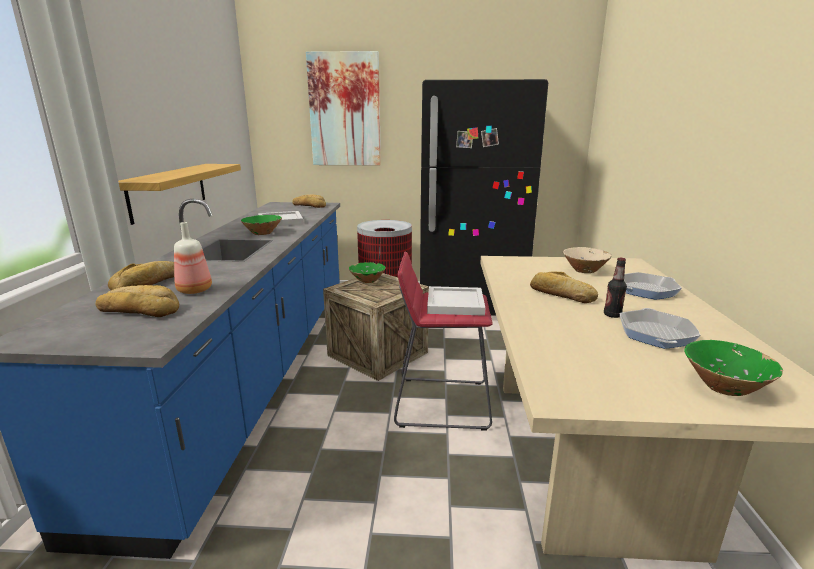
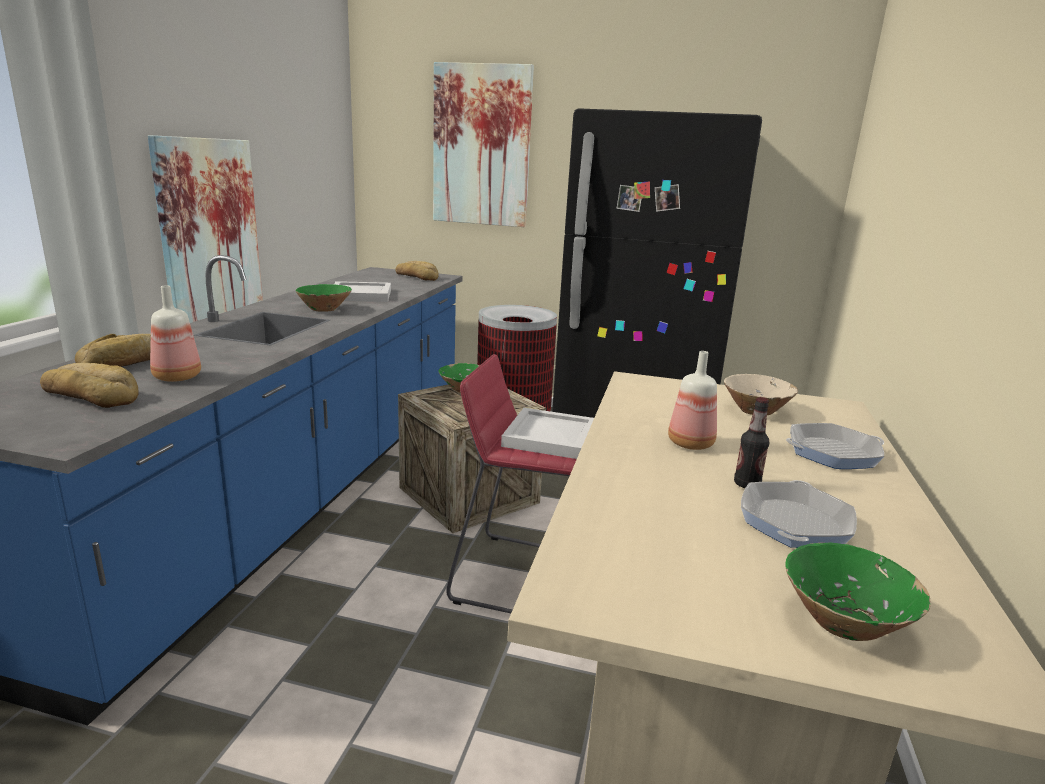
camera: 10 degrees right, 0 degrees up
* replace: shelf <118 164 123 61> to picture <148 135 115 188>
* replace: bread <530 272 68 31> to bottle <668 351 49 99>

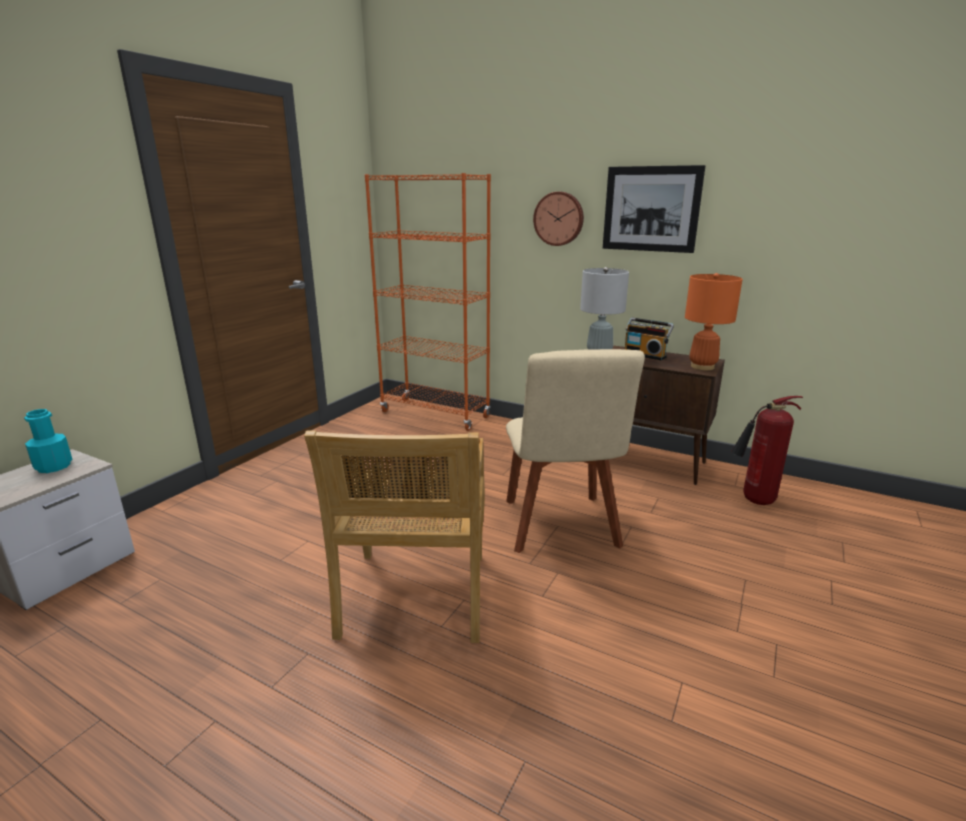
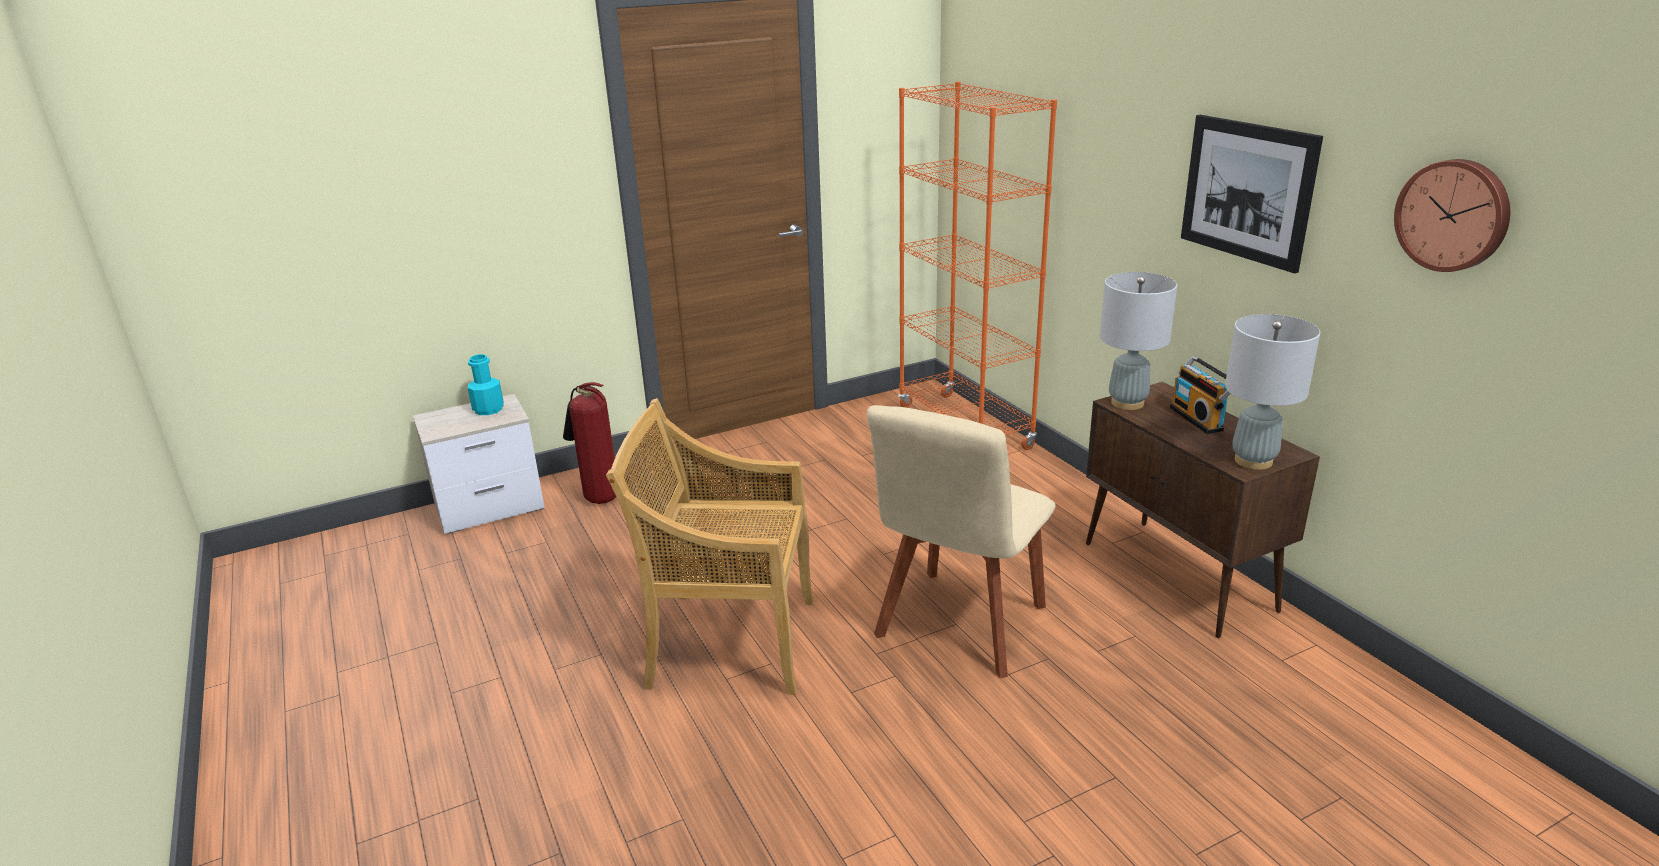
camera: 35 degrees right, 5 degrees up
* move: wall clock <533 192 51 54> to <1394 159 116 113>
* recolor: orange table lamp <685 273 58 97> to grey table lamp <1225 314 95 156>
* move: fire extinguisher <731 396 72 109> to <563 382 53 122>
* rotate: beige chair <304 430 181 213> = <606 398 208 297> 60 degrees clockwise

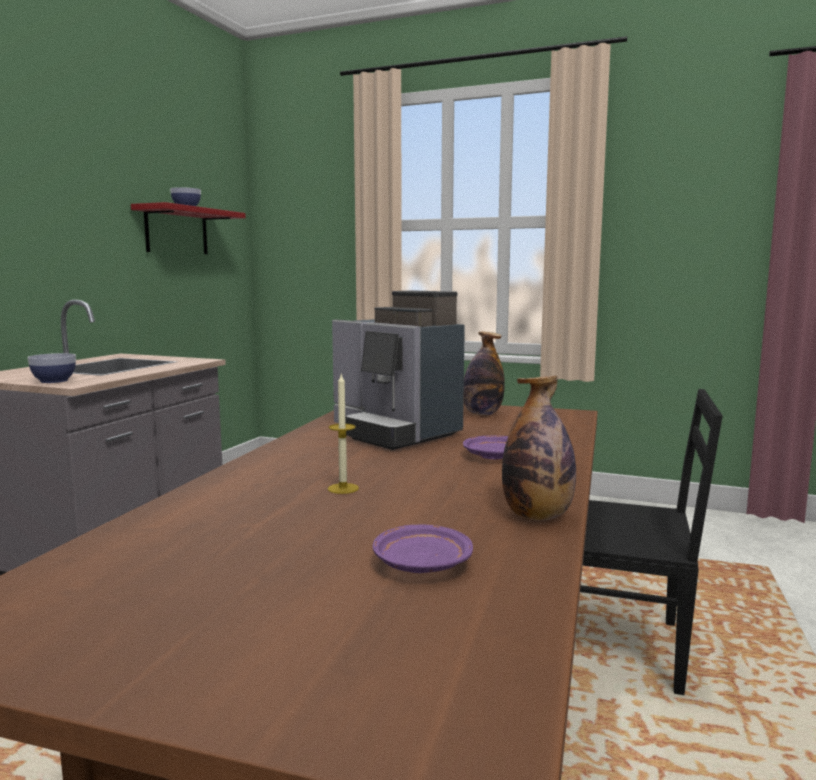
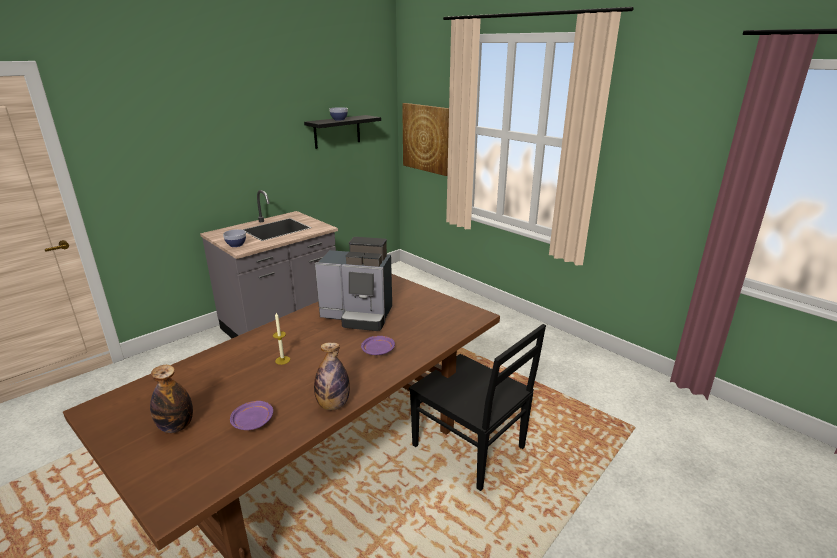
camera: 25 degrees right, 15 degrees up
* recolor: red shelf <131 202 115 52> to black shelf <304 115 77 34>
* rotate: coffee machine <332 291 133 159> = <315 237 77 94> 60 degrees counterclockwise
* move: bottle <463 332 42 83> to <150 365 43 68>
* insert: picture <402 103 47 73>

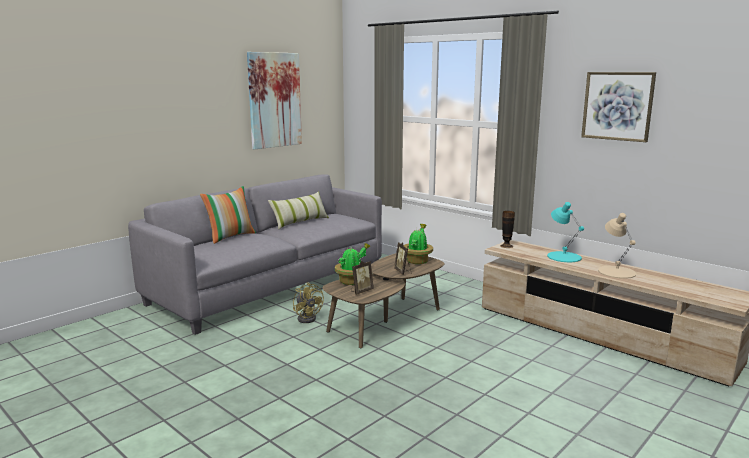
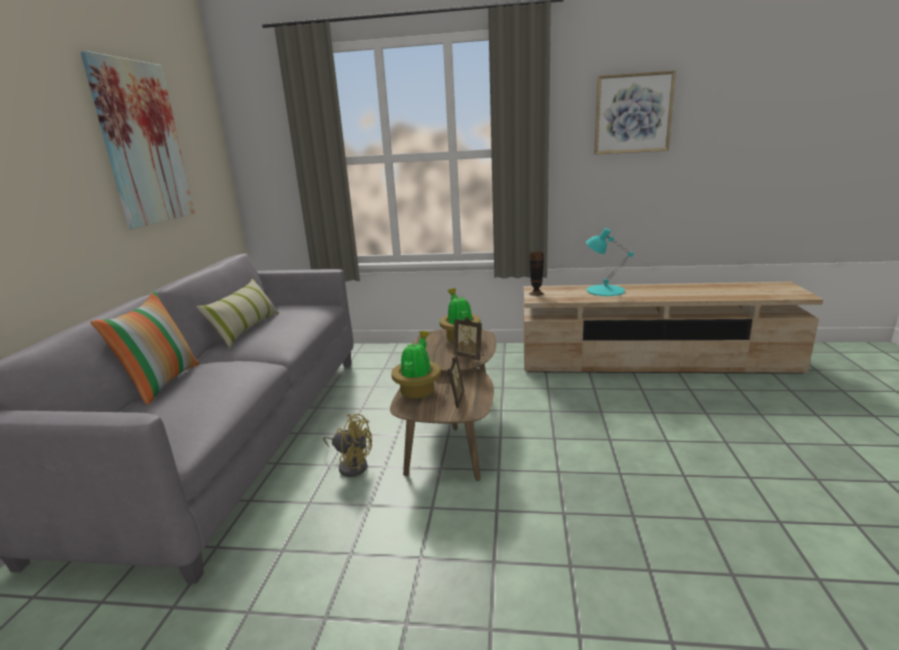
camera: 35 degrees left, 5 degrees up
* delete: beige table lamp <598 213 38 66>

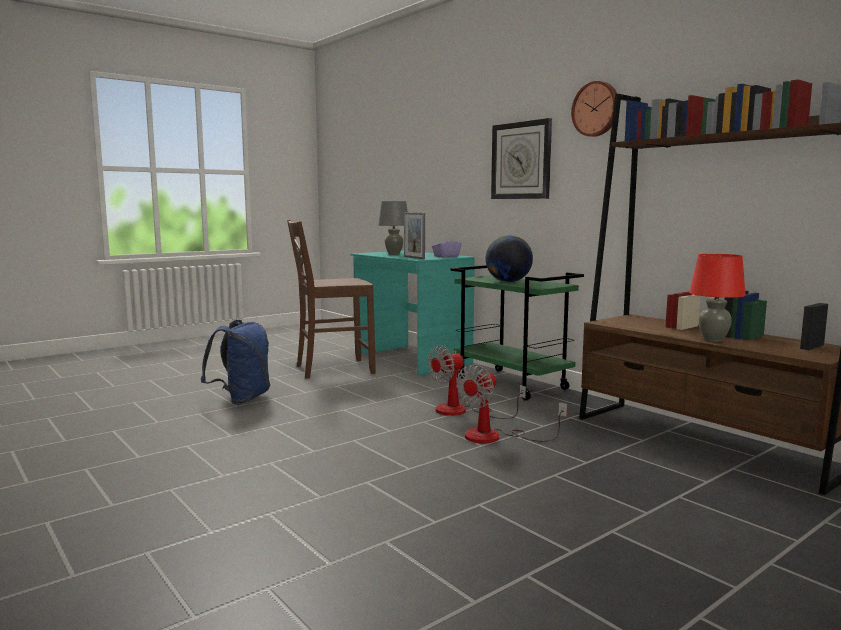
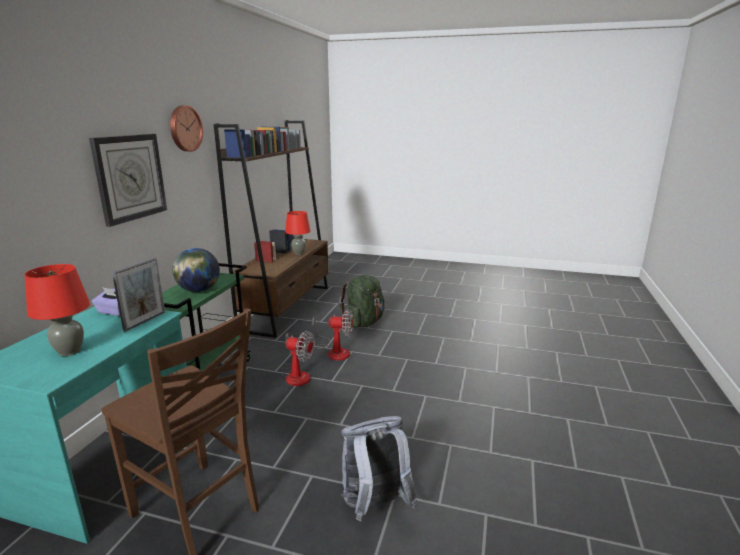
camera: 125 degrees left, 10 degrees up
* recolor: grey table lamp <378 201 30 54> to red table lamp <24 264 66 92>
* recolor: blue backpack <201 320 69 84> to grey backpack <341 416 77 105>
* insert: green backpack <340 275 44 53>

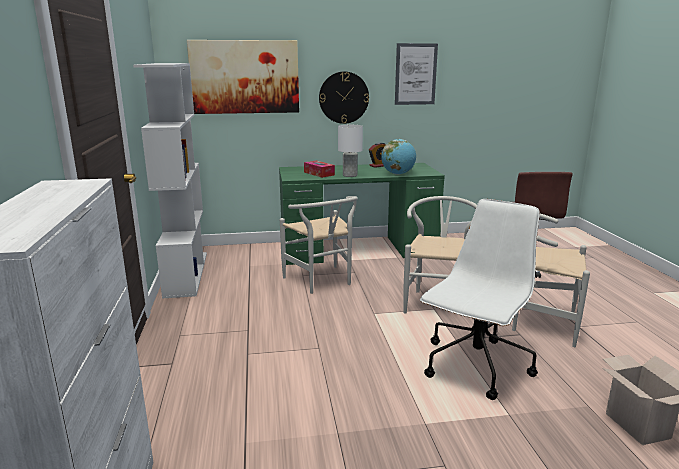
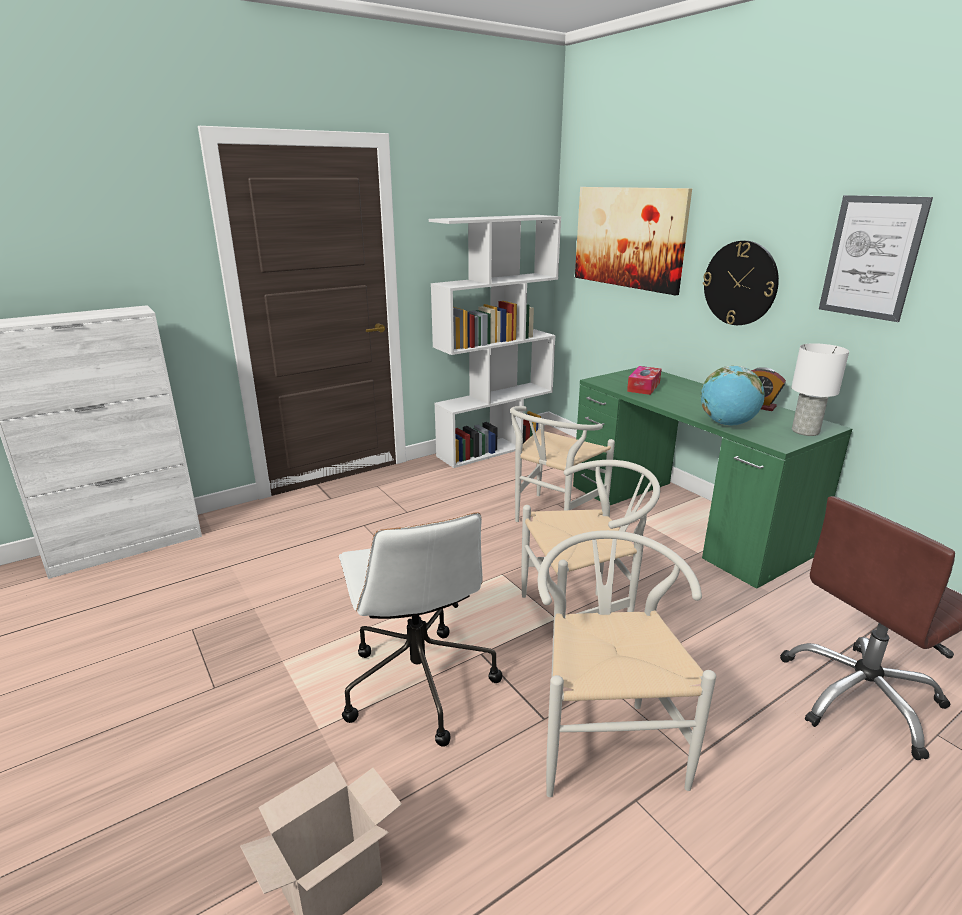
camera: 65 degrees right, 5 degrees up
* move: white table lamp <338 125 25 52> to <791 343 58 93>
* rotate: white office chair <420 199 120 201> = <339 512 163 235> 60 degrees clockwise

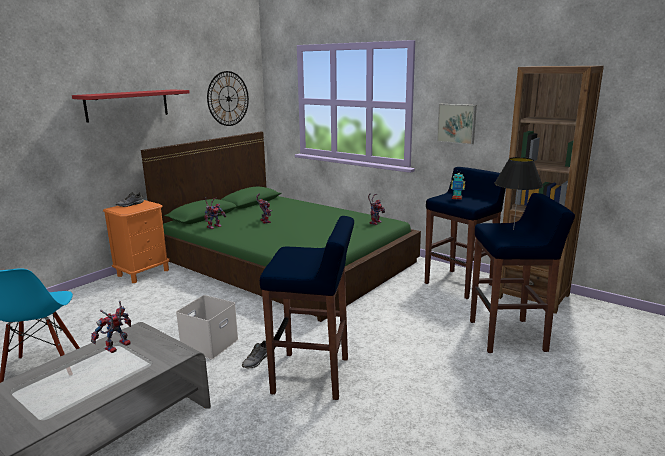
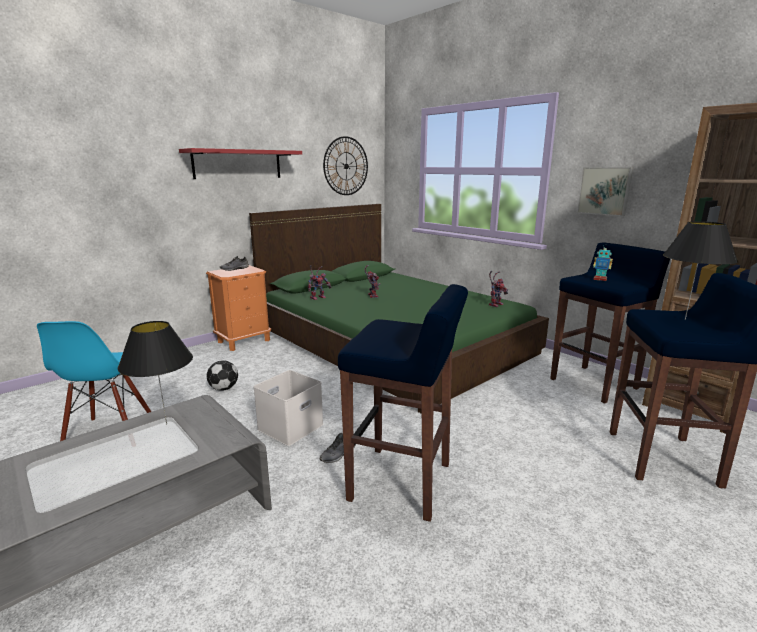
camera: 10 degrees right, 0 degrees up
* replace: toy robot <91 301 40 52> to black table lamp <118 321 75 104>
* insert: football <207 360 31 31>

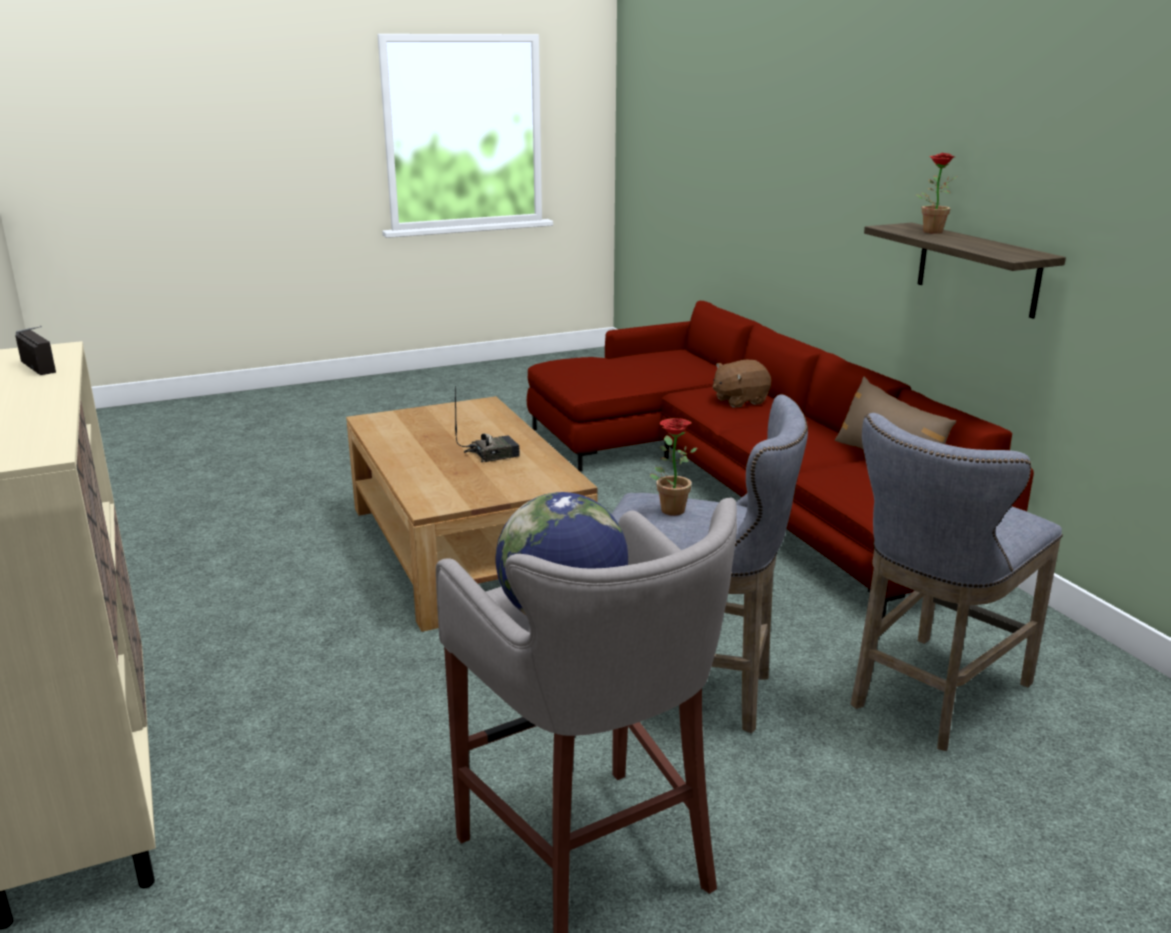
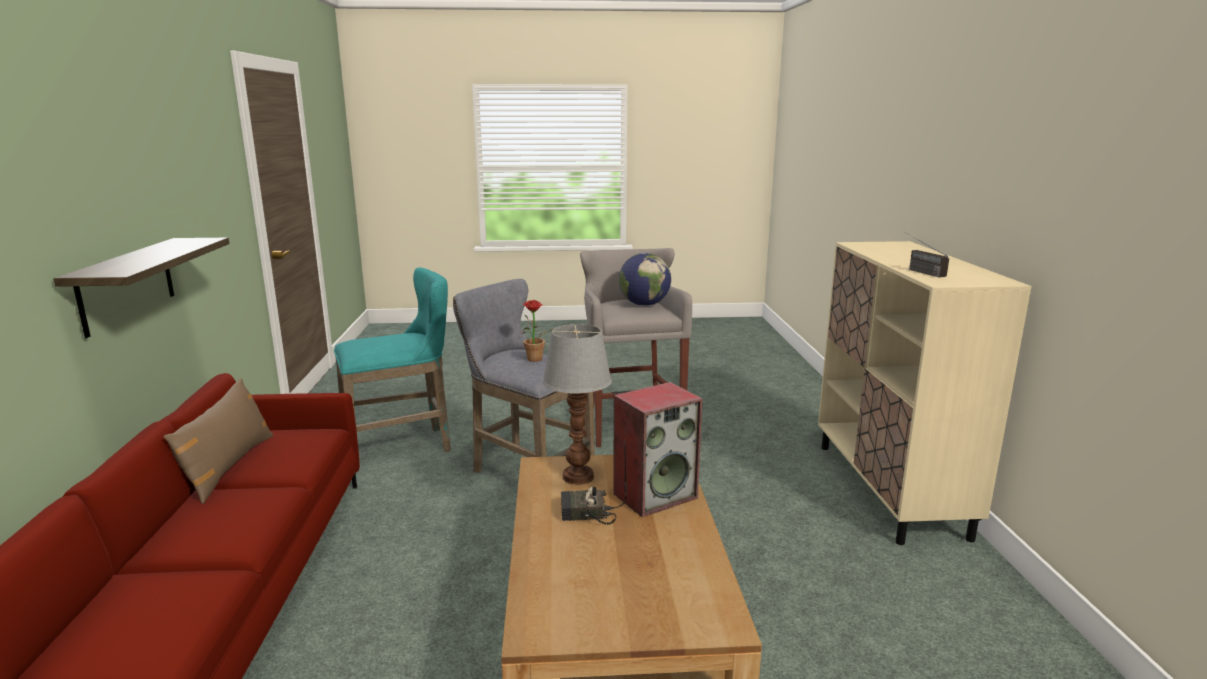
camera: 160 degrees left, 5 degrees down
* delete: potted plant <916 153 41 81>
* delete: brown plush toy <713 360 58 47>
* recolor: grey stool <850 413 213 338> to turquoise stool <334 267 117 204>
* insert: table lamp <542 324 70 161>
* insert: speaker <613 382 90 135>

